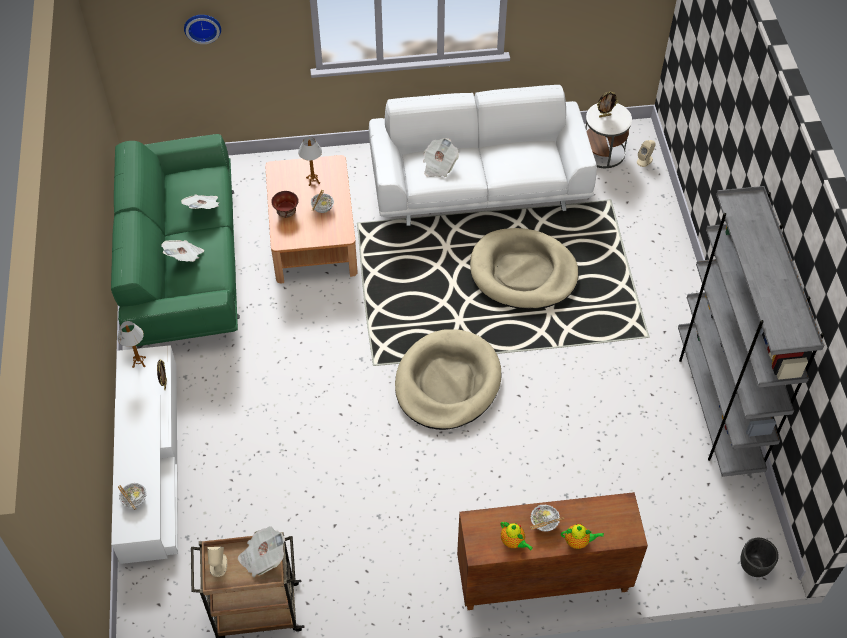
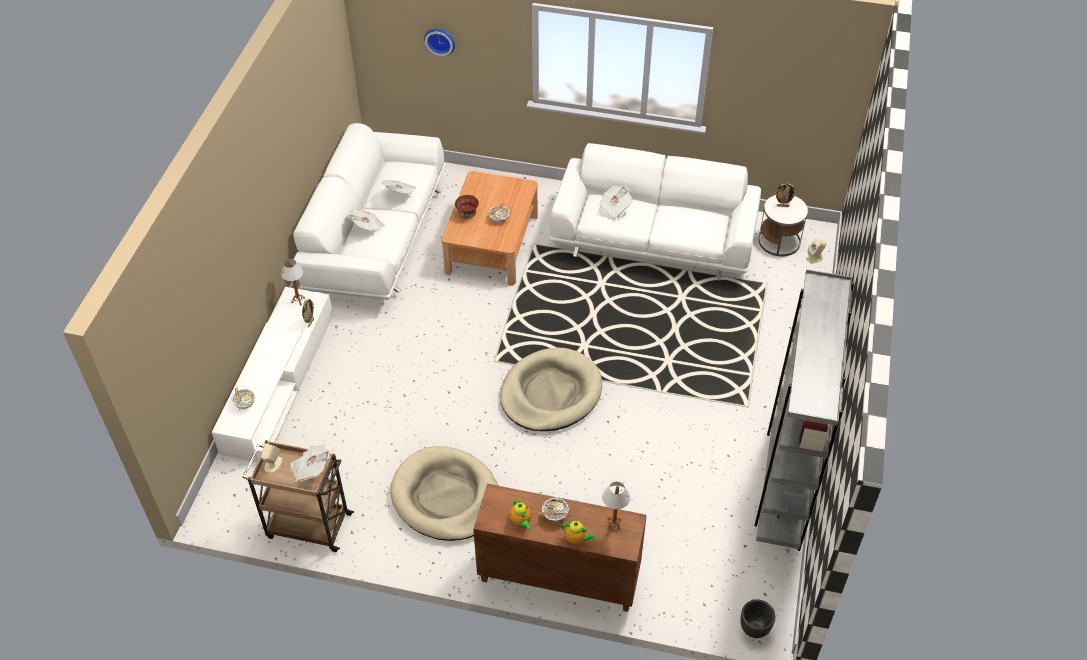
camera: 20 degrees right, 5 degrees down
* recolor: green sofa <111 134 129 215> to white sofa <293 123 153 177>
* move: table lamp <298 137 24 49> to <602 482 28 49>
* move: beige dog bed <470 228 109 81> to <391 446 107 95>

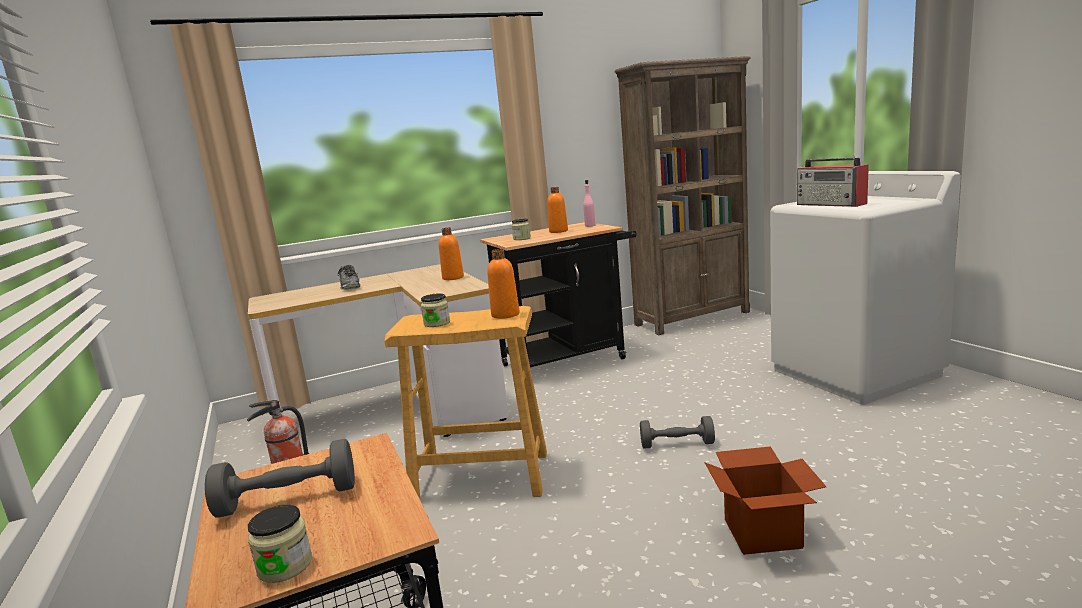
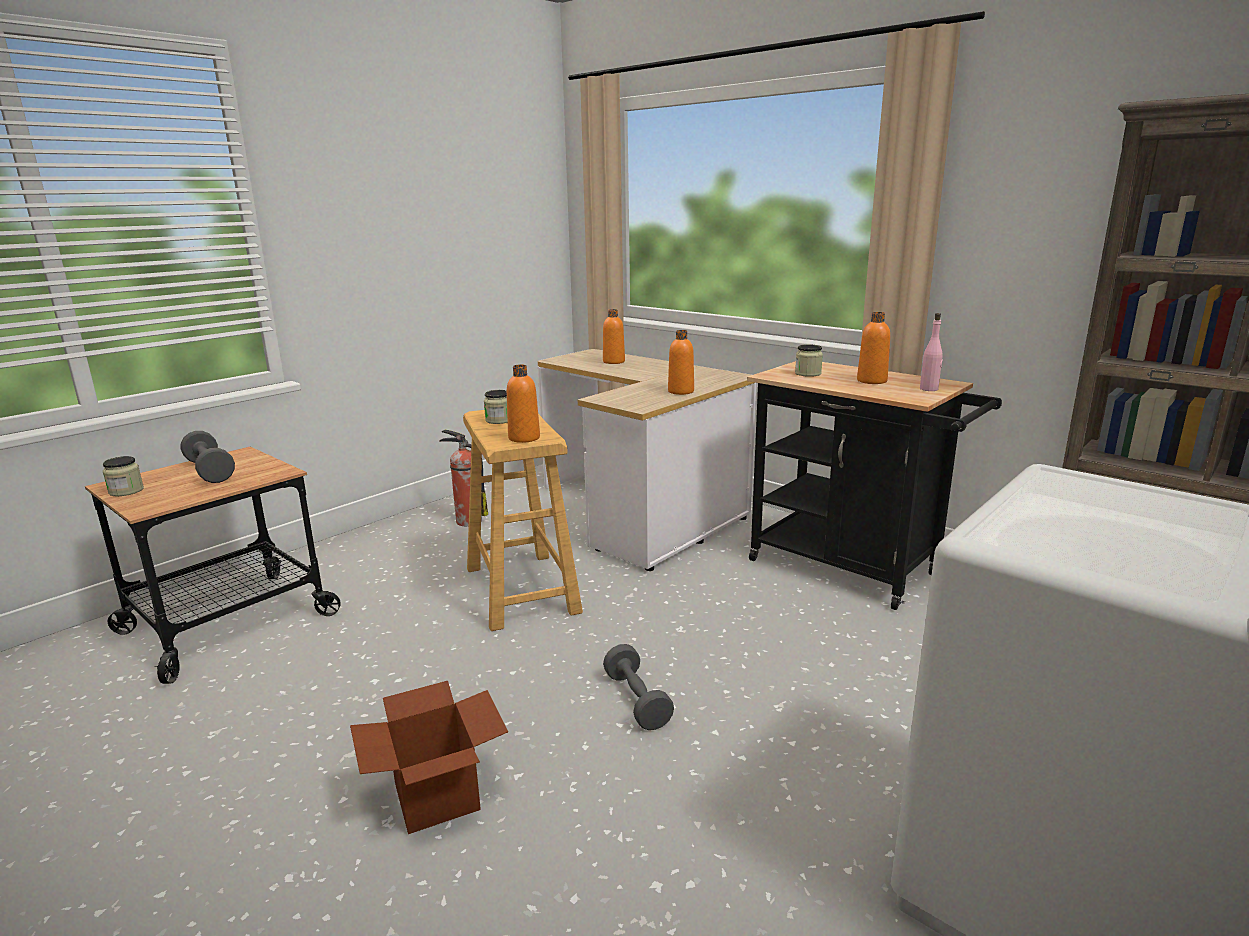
camera: 65 degrees right, 5 degrees up
* delete: radio <797 156 72 51>
* delete: shoe <338 265 22 25>
* insert: orange bottle <603 309 22 55>

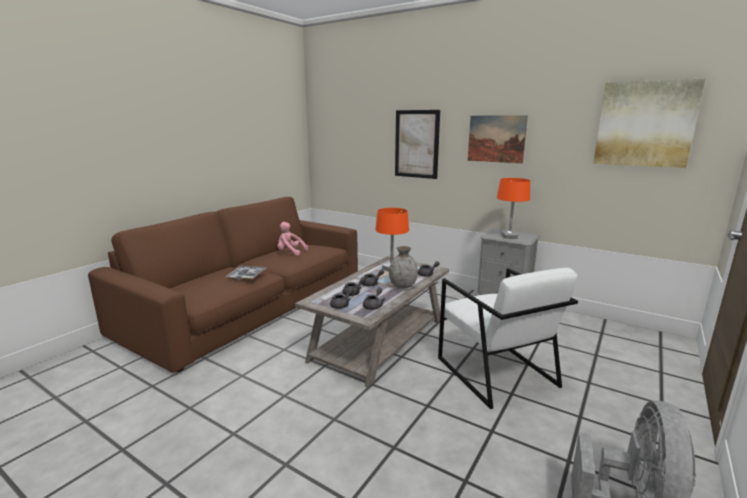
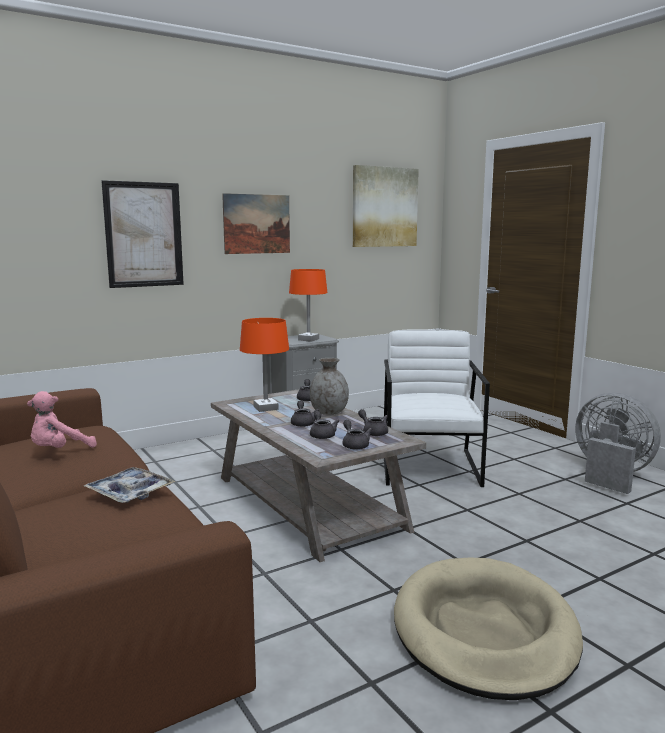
camera: 65 degrees left, 5 degrees down
* rotate: white armchair <438 268 140 141> = <384 329 106 158> 90 degrees counterclockwise
* insert: beige dog bed <394 557 189 143>

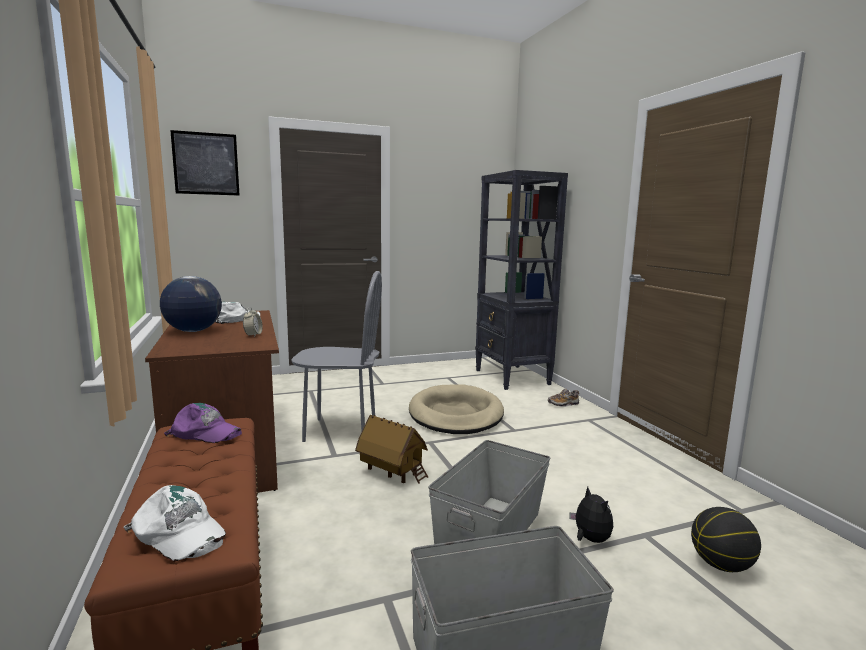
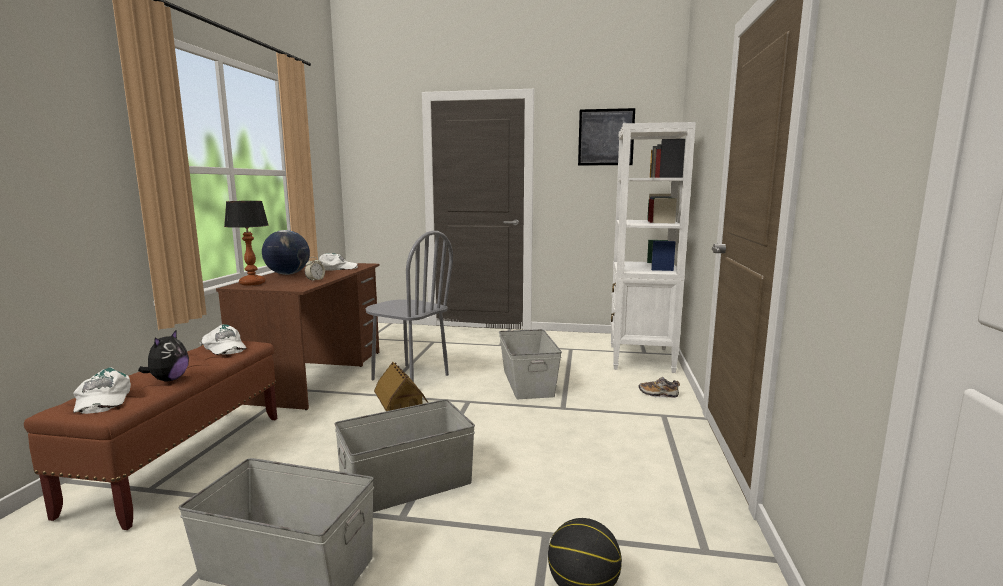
camera: 30 degrees right, 0 degrees up
* move: picture <170 130 70 66> to <578 108 57 57>
* recolor: black bookcase <475 170 93 220> to white bookcase <610 122 86 251>
* replace: beige dog bed <409 384 95 50> to grey storage box <499 329 63 70>
* recolor: purple cap <164 403 78 40> to white cap <200 324 46 31>
* move: plush toy <569 487 44 56> to <138 329 51 53>
* insert: table lamp <224 201 45 84>

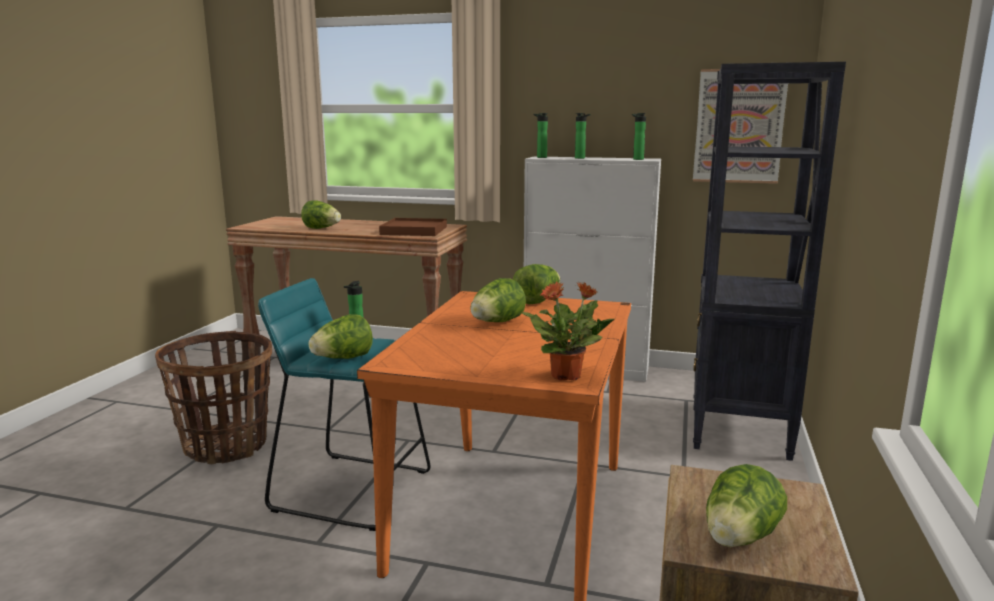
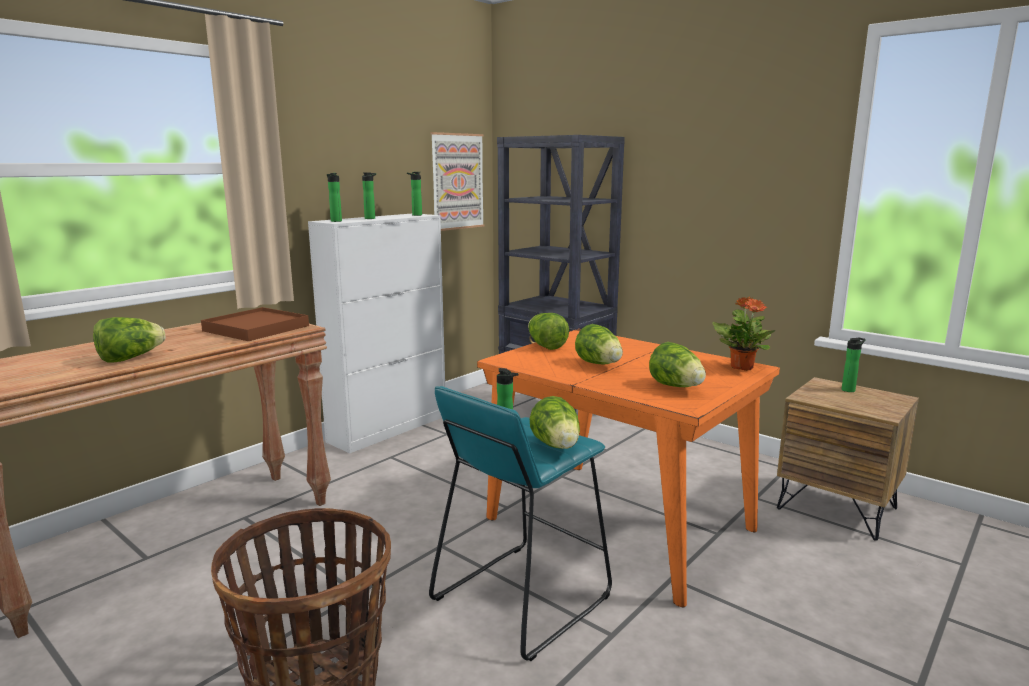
camera: 65 degrees left, 0 degrees up
* move: lettuce <706 464 81 83> to <649 342 57 45>
* insert: bottle <842 337 24 55>

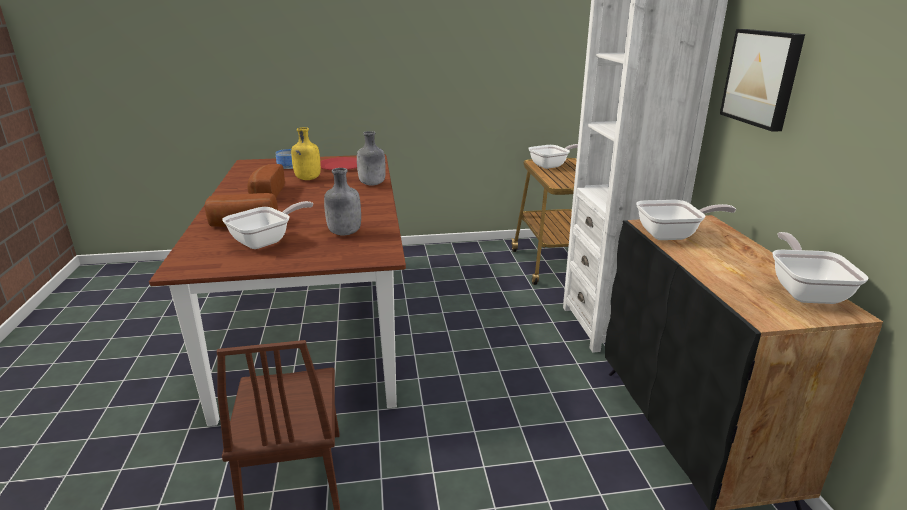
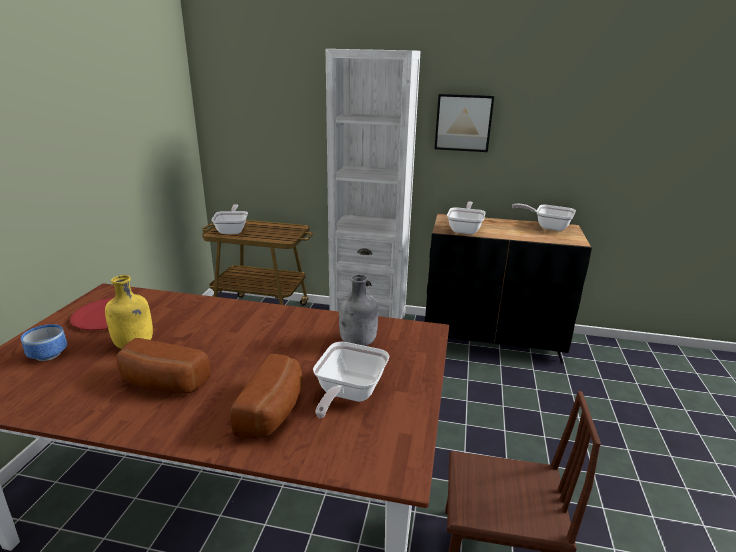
camera: 70 degrees left, 0 degrees up
* delete: grey bottle <357 131 29 55>
* rotate: frying pan <222 201 91 48> = <313 342 76 76> 135 degrees counterclockwise

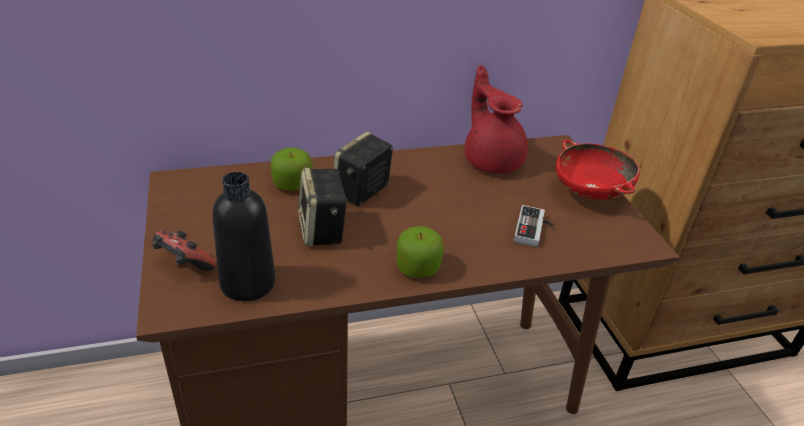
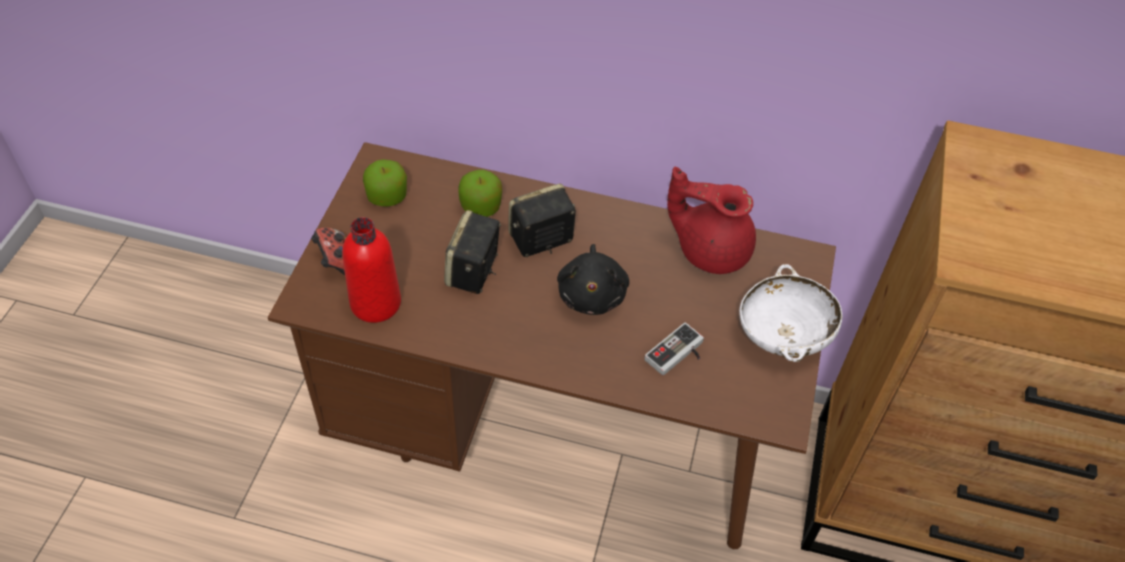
camera: 30 degrees right, 15 degrees up
* rotate: red teapot <464 65 64 108> = <667 167 89 107> 75 degrees counterclockwise
* recolor: red bowl <556 140 84 60> to white bowl <739 264 103 98>
* recolor: black bottle <212 172 63 129> to red bottle <342 217 59 106>
* move: apple <397 226 47 52> to <363 160 44 47>
* insert: black plush toy <557 244 72 71>

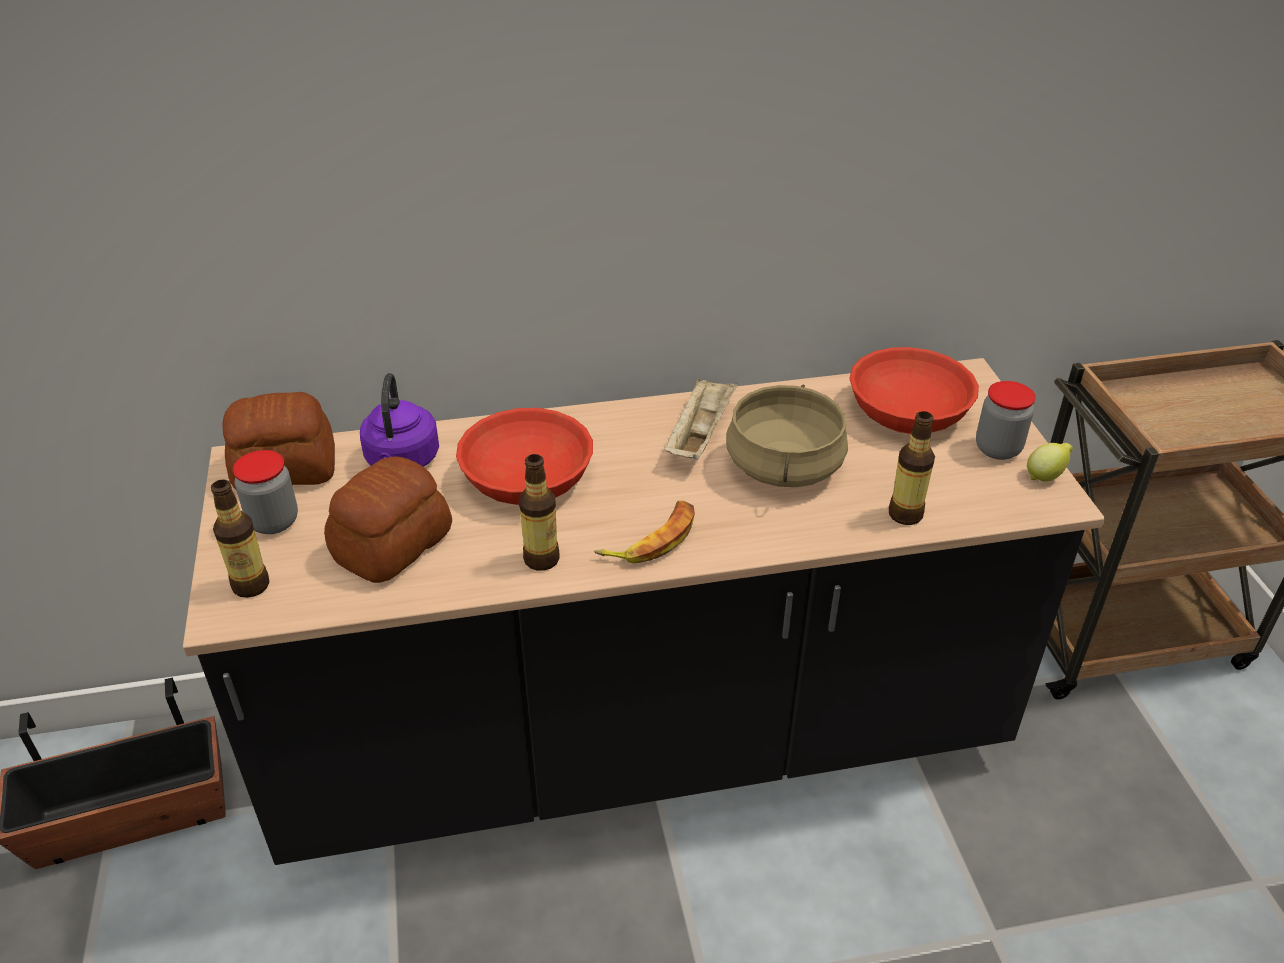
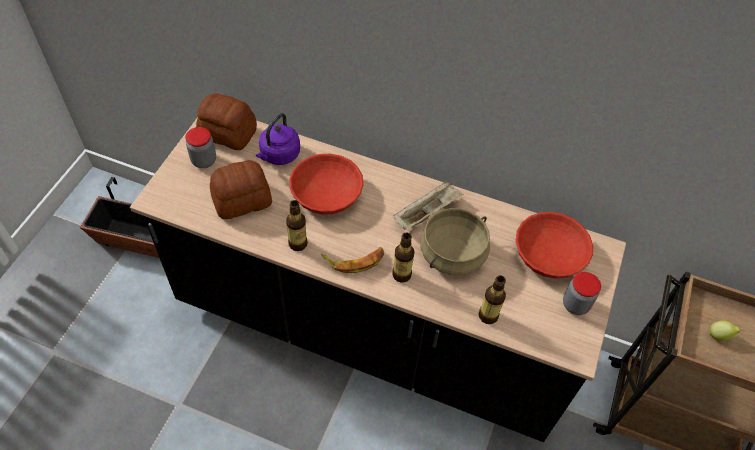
camera: 30 degrees right, 15 degrees up
* move: lemon <1027 443 46 39> to <709 320 31 21>
* move: bottle <211 480 58 118> to <392 232 23 51>

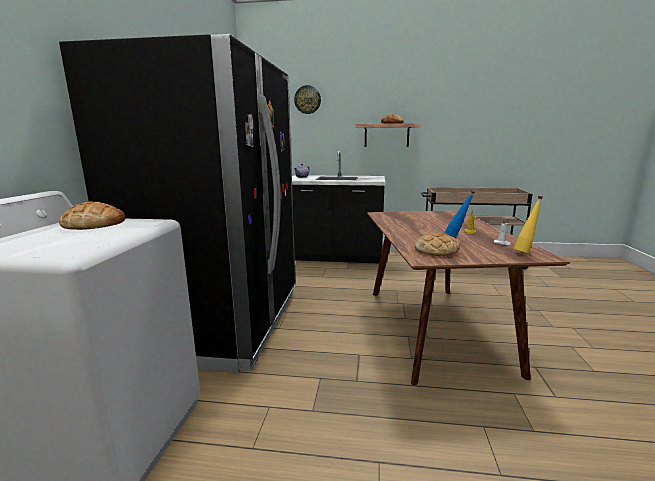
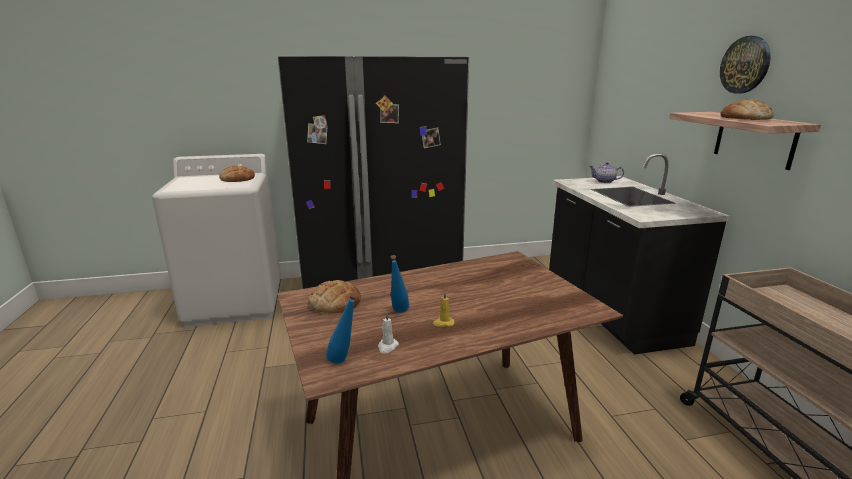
camera: 70 degrees right, 5 degrees up
* move: wall clock <294 85 27 29> to <720 36 50 58>
* recolor: yellow bottle <514 196 29 58> to blue bottle <326 293 31 71>

